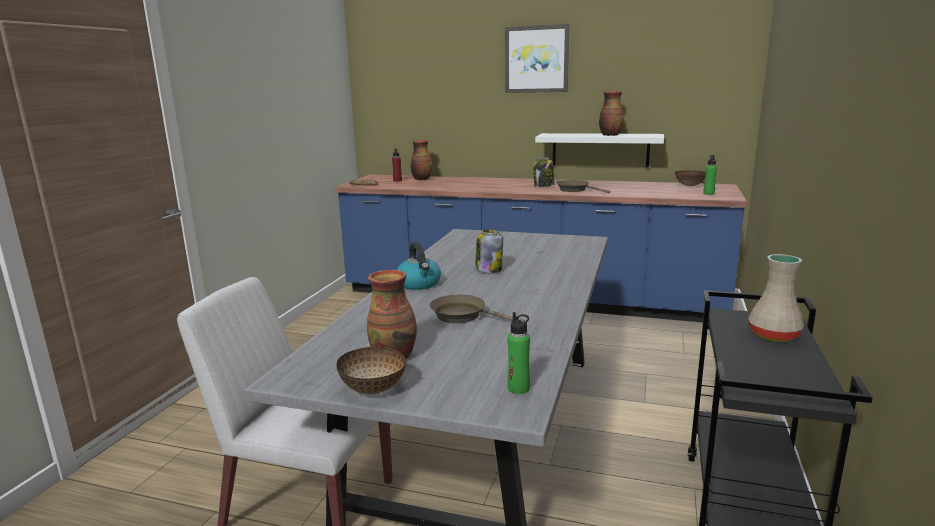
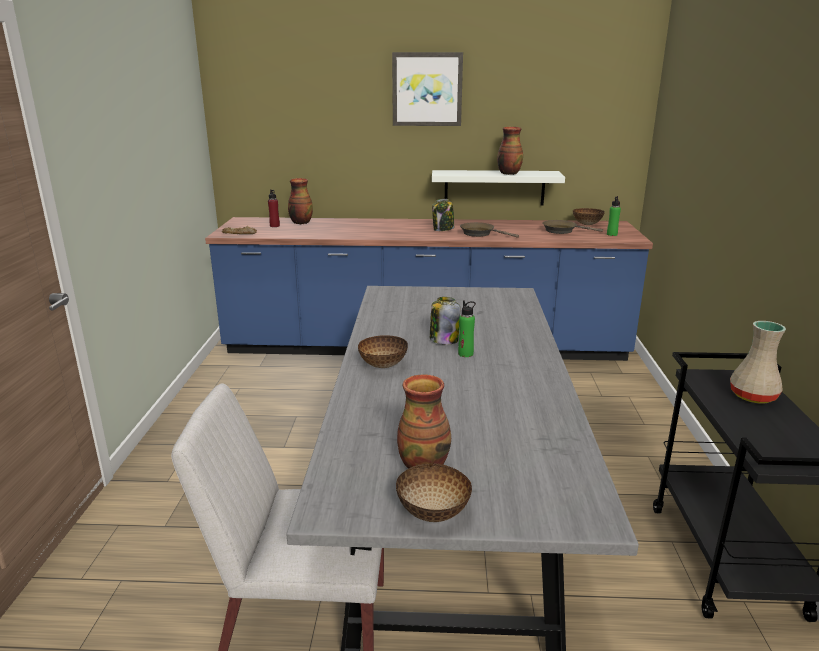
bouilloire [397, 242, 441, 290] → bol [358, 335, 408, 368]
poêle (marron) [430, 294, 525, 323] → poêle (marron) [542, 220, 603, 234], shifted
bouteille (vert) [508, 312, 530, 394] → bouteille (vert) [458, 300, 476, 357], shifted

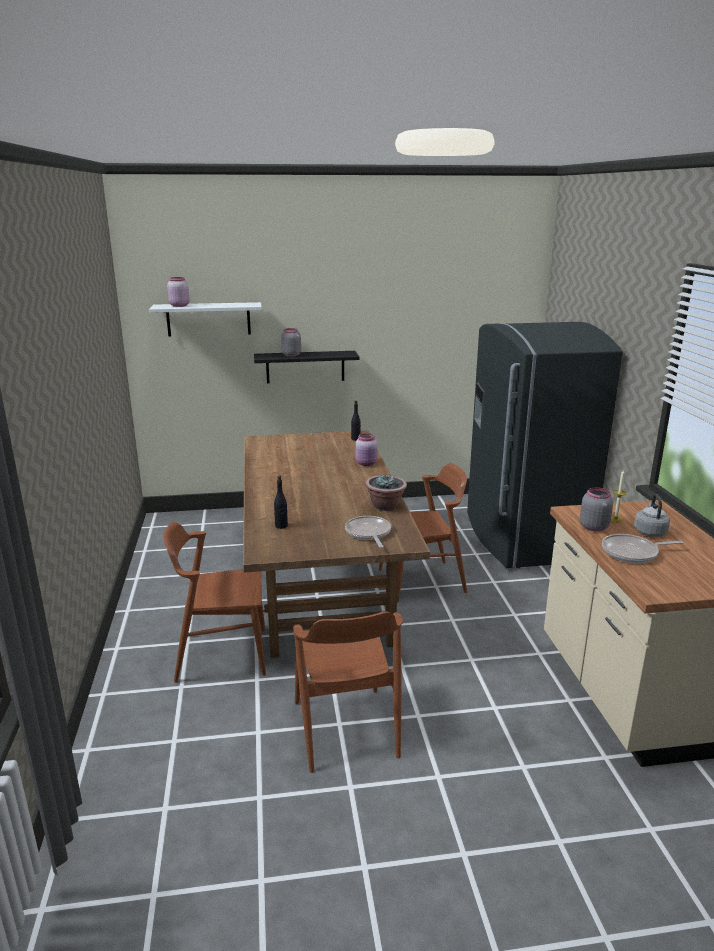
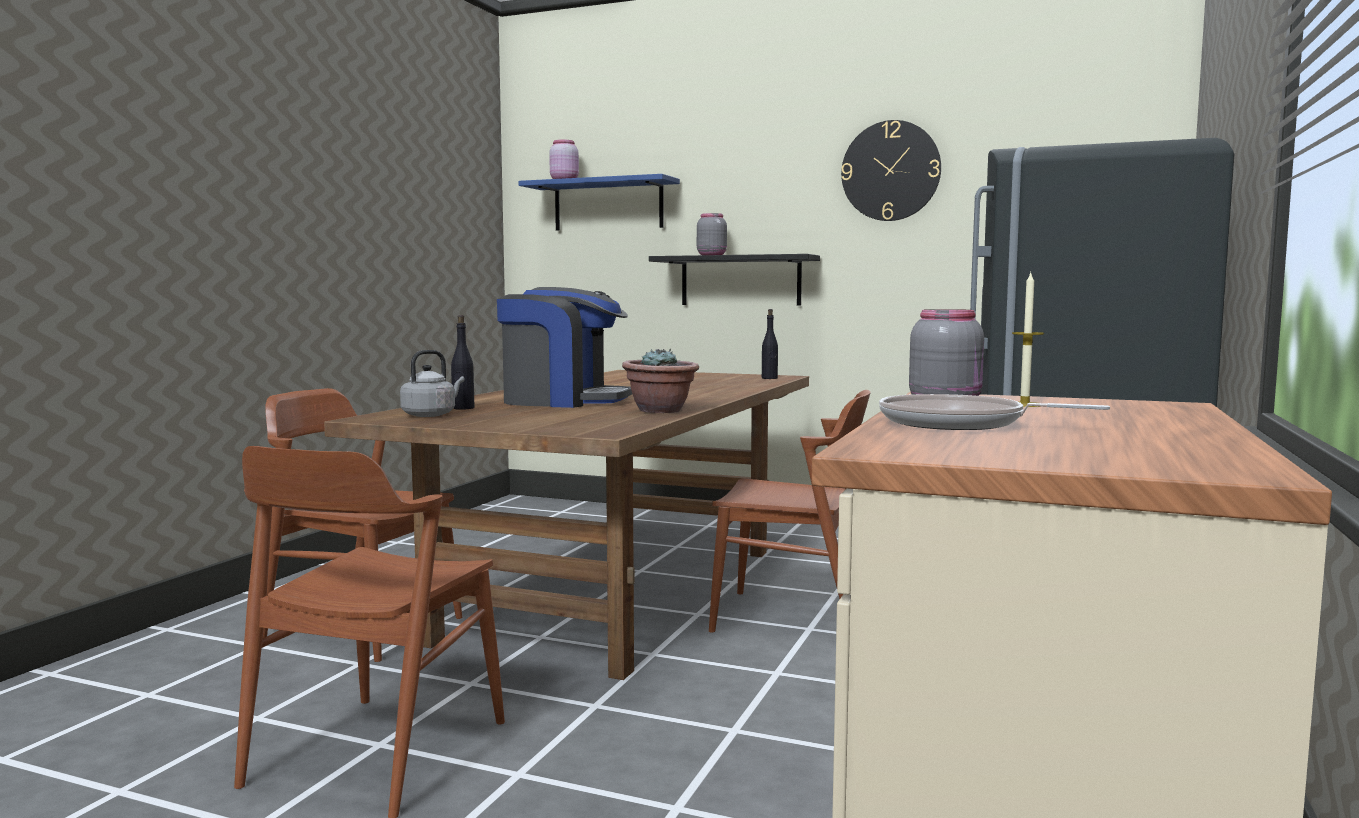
étagère (blanc) [149, 302, 262, 337] → étagère (bleu) [519, 174, 680, 231]
bocal (rose) [356, 433, 378, 466] → -
bouilloire (gris) [634, 494, 670, 537] → bouilloire (gris) [400, 350, 465, 417], shifted
poêle [345, 516, 391, 548] → -
- → horloge murale [841, 120, 941, 221]
- → machine à café [497, 287, 632, 408]

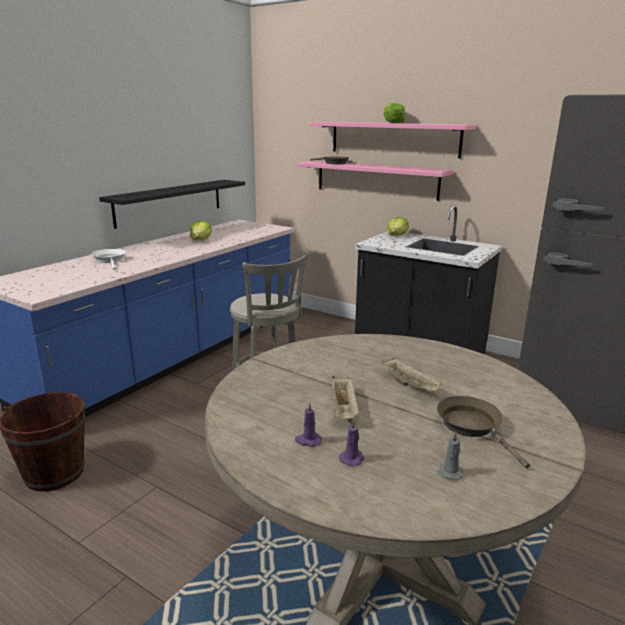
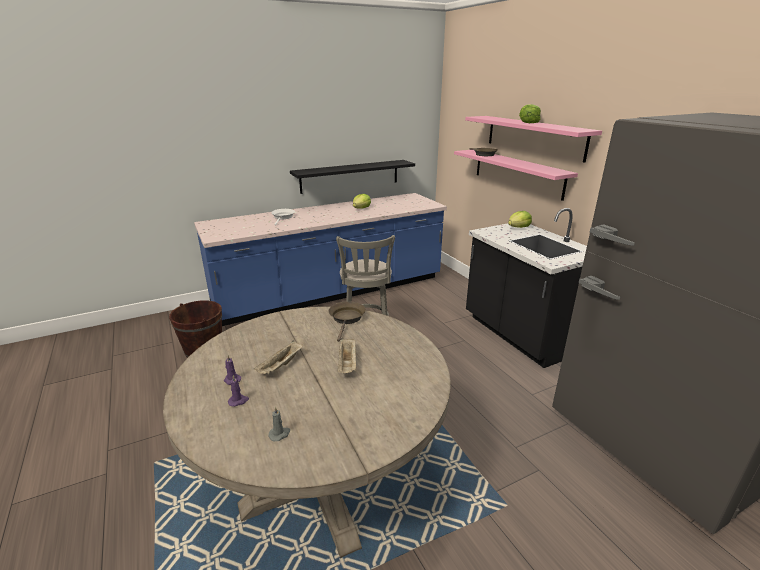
poêle (marron) [437, 396, 530, 468] → poêle (marron) [328, 301, 366, 342], shifted

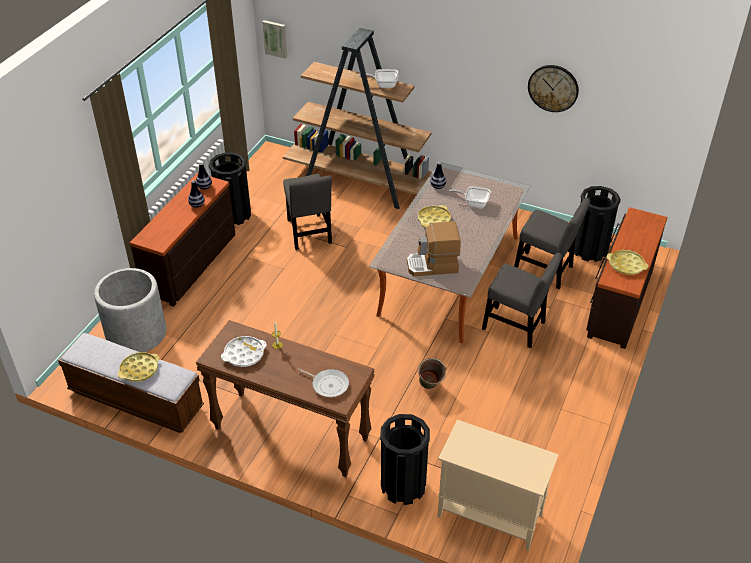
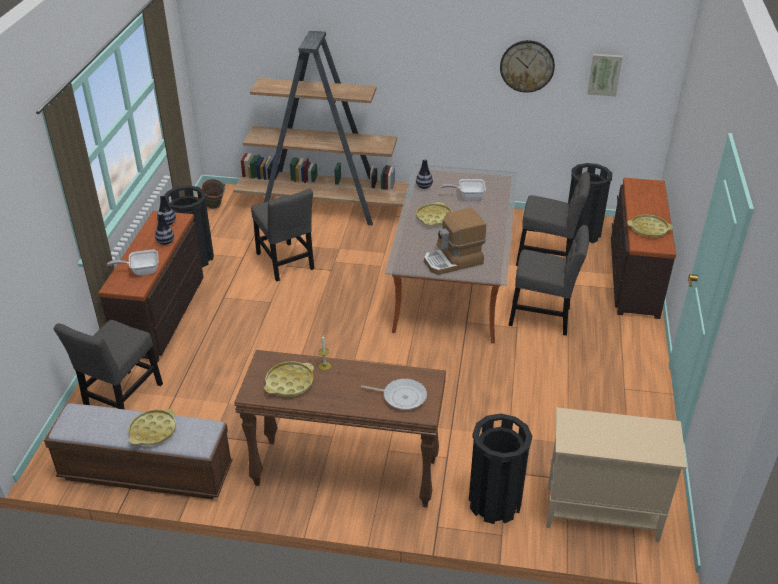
tableau [262, 20, 287, 59] → tableau [588, 54, 623, 96], shifted
poêle [359, 69, 398, 88] → poêle [107, 250, 158, 275], shifted
cache-pot (gris) [94, 268, 166, 352] → chaise (gris) [54, 320, 163, 409]
plateau (blanc) [221, 336, 267, 367] → plateau (jaune) [264, 362, 314, 397]
seau (vert) [417, 358, 447, 389] → seau (vert) [200, 179, 225, 209], shifted

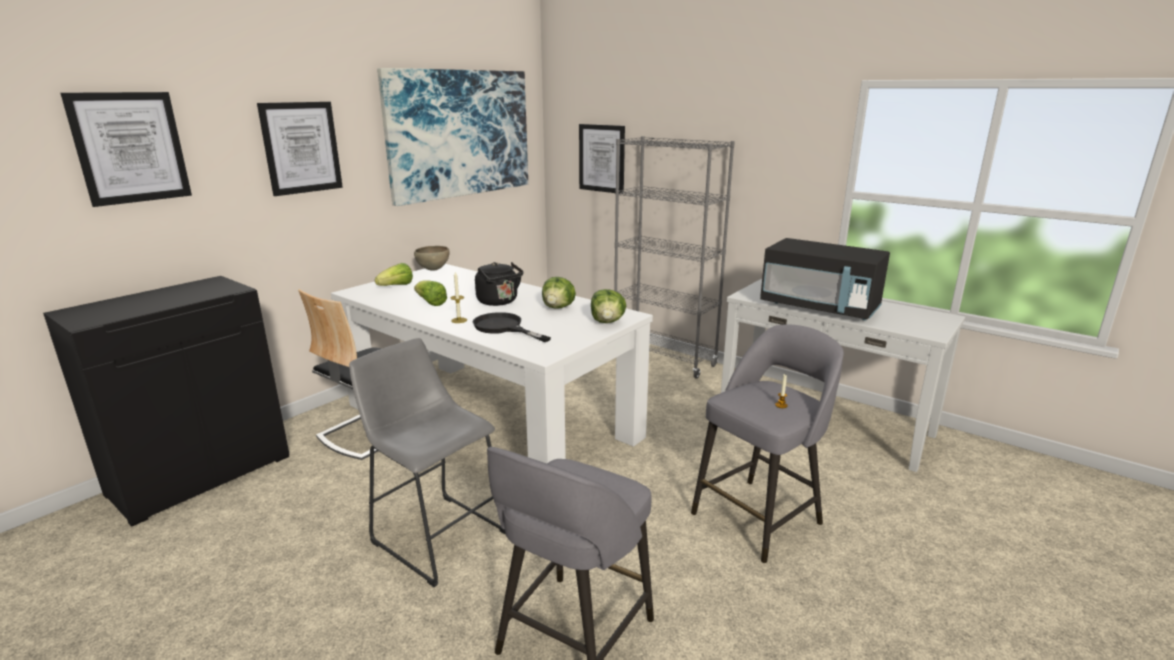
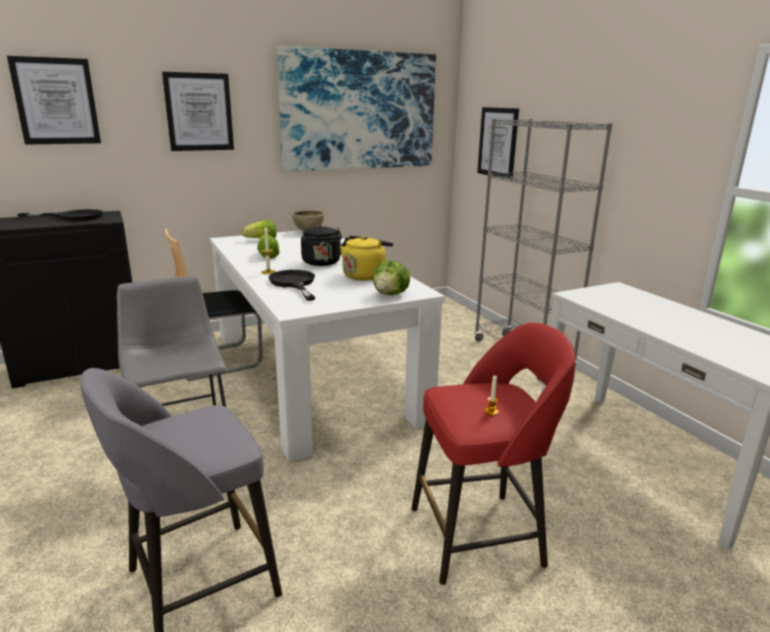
micro-ondes (noir) [760, 238, 890, 320] → -
laitue [542, 277, 576, 309] → bouilloire (jaune) [340, 236, 393, 281]
tabouret (gris) [691, 325, 844, 563] → tabouret (rouge) [411, 322, 576, 585]
- → poêle (noir) [17, 209, 103, 221]

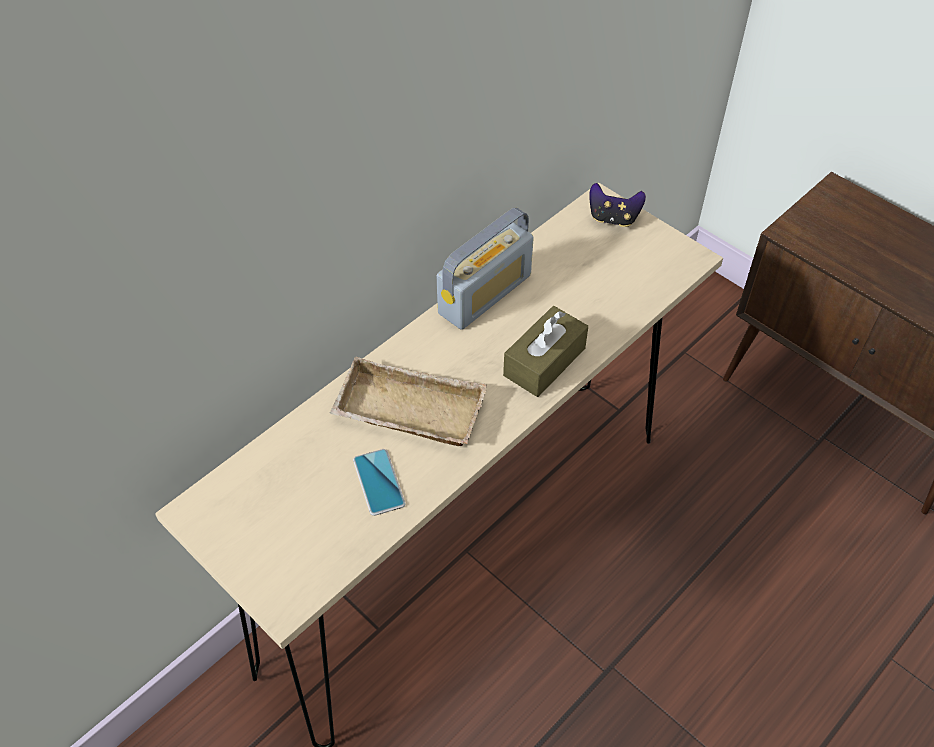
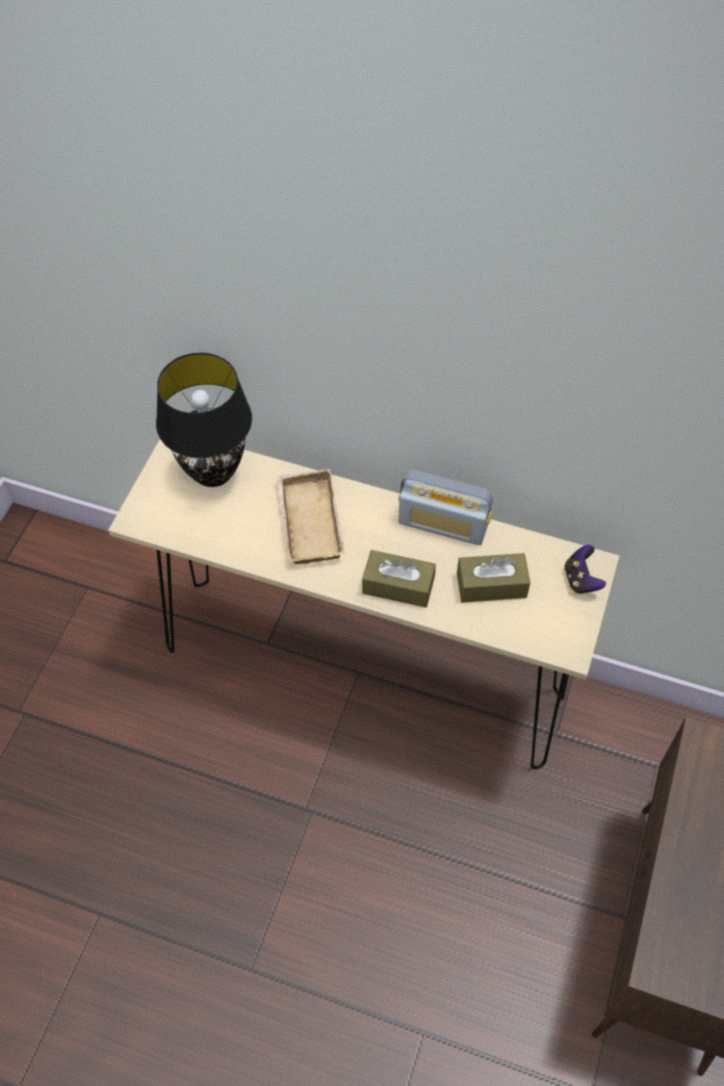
téléphone [353, 449, 406, 516] → -
- → lampe de table (noir) [156, 353, 252, 487]
- → boîte à mouchoirs (marron) [457, 553, 530, 603]

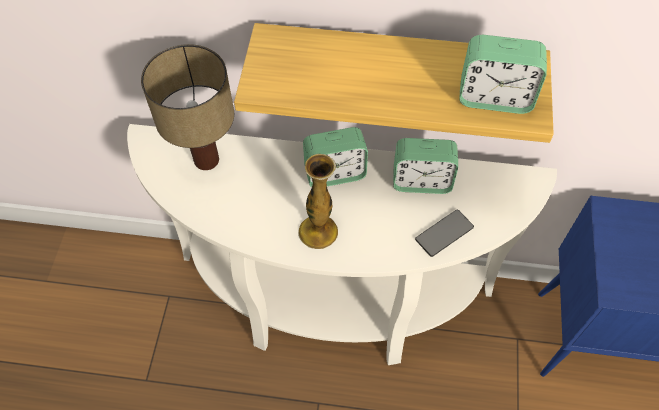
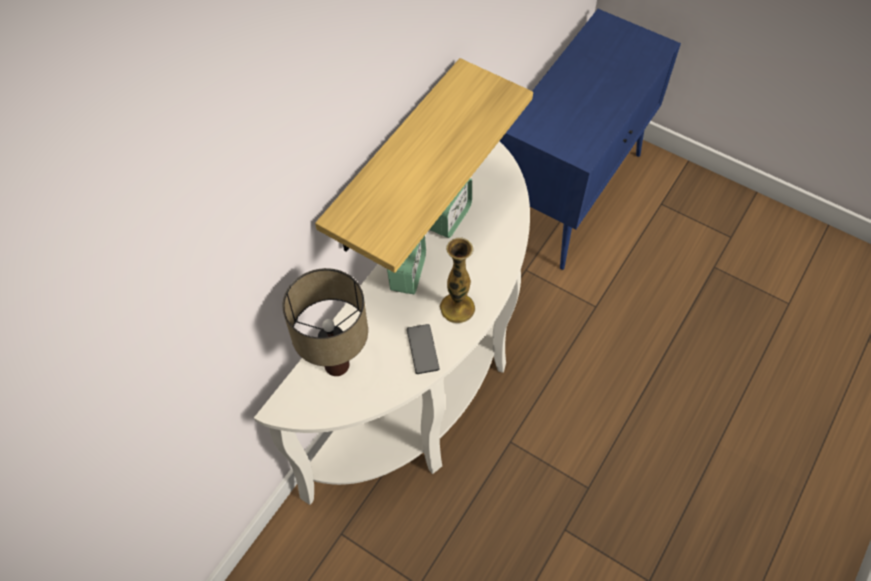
réveil [459, 35, 547, 114] → -
téléphone [415, 209, 474, 257] → téléphone [407, 324, 439, 374], shifted

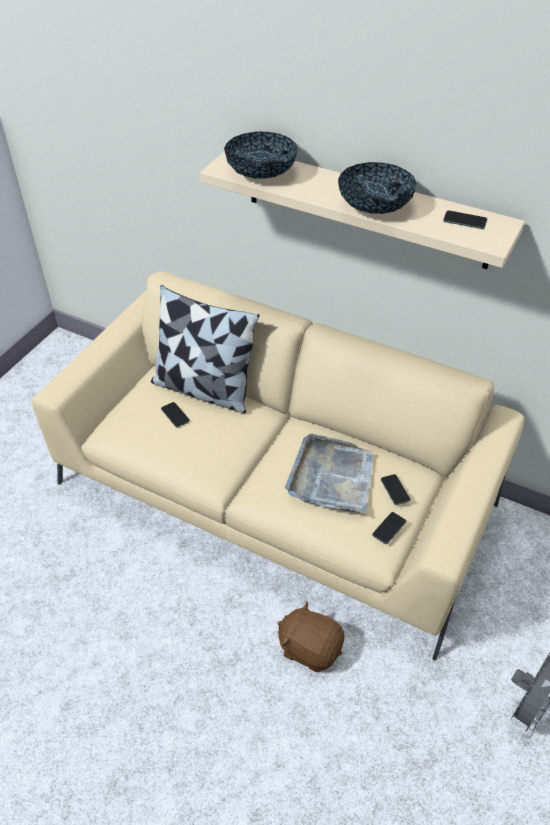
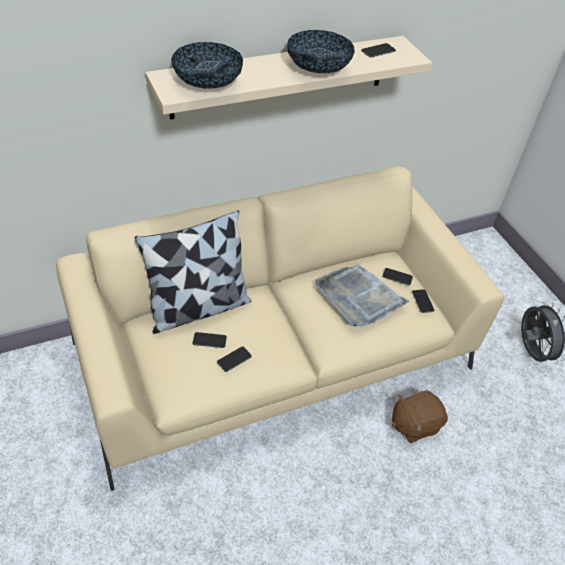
- → téléphone [217, 346, 252, 372]

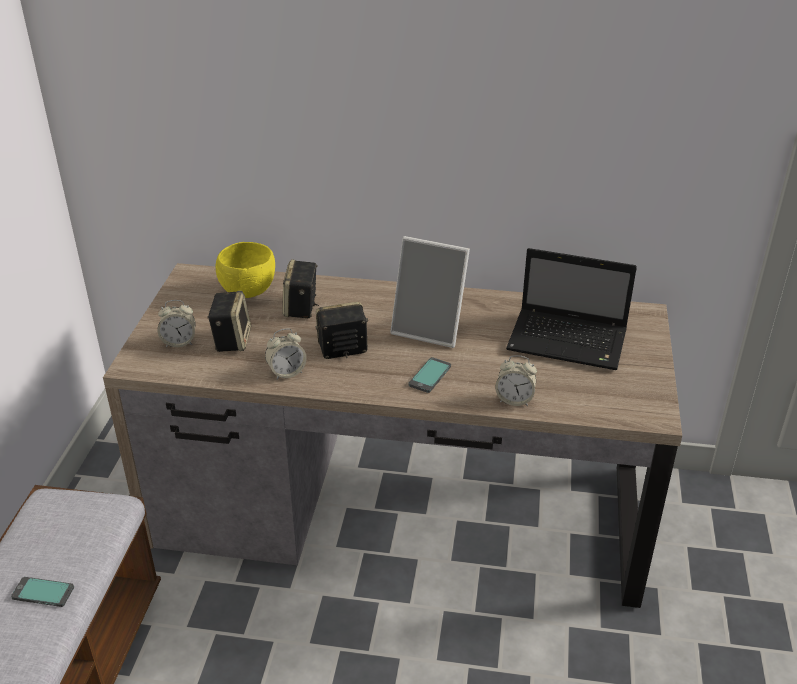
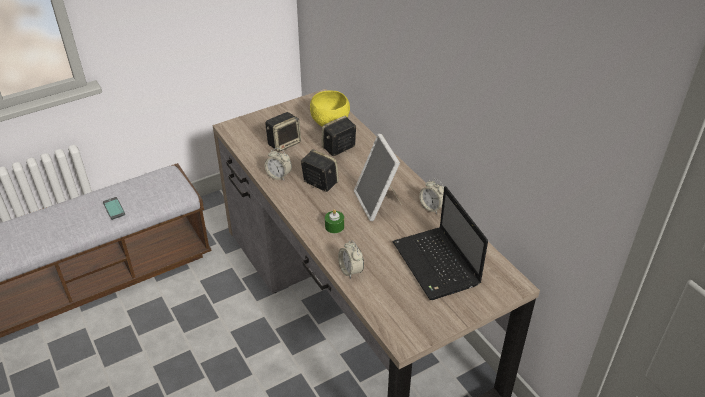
réveil [158, 300, 196, 347] → réveil [419, 178, 444, 214], shifted
téléphone [409, 357, 451, 393] → bougie (vert) [325, 209, 344, 234]

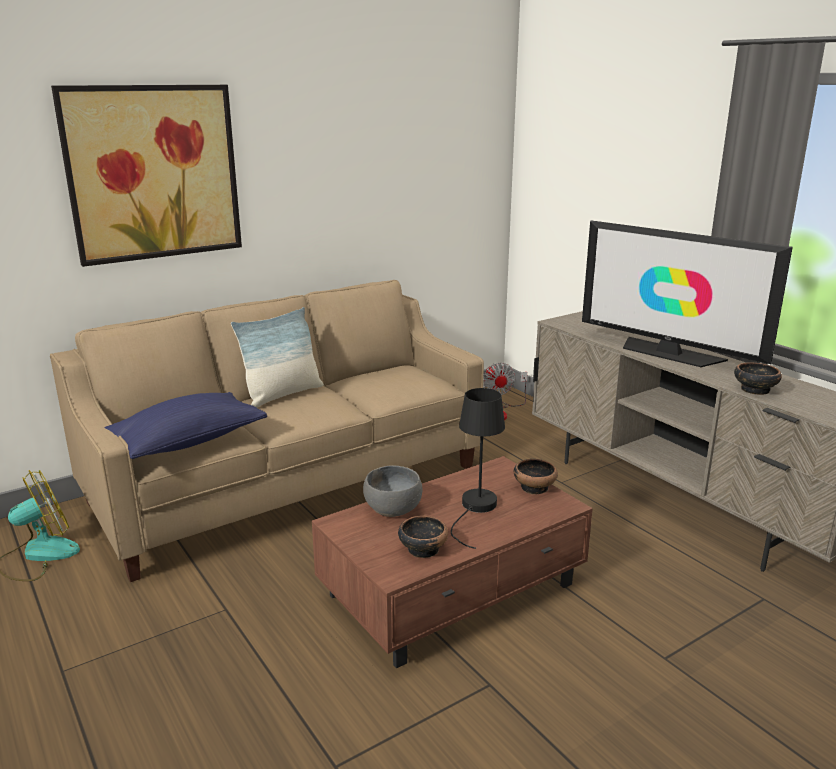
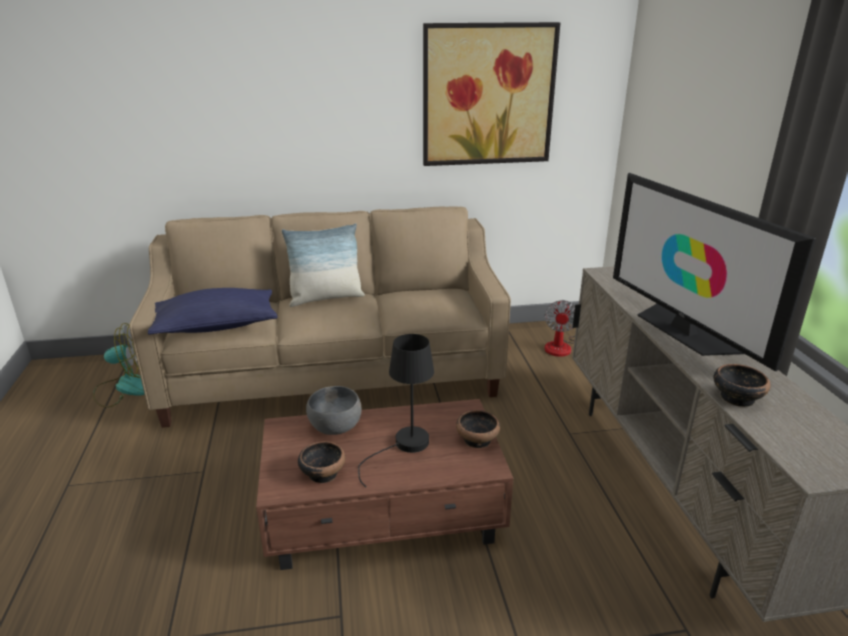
tableau [51, 85, 242, 267] → tableau [423, 22, 560, 166], shifted

